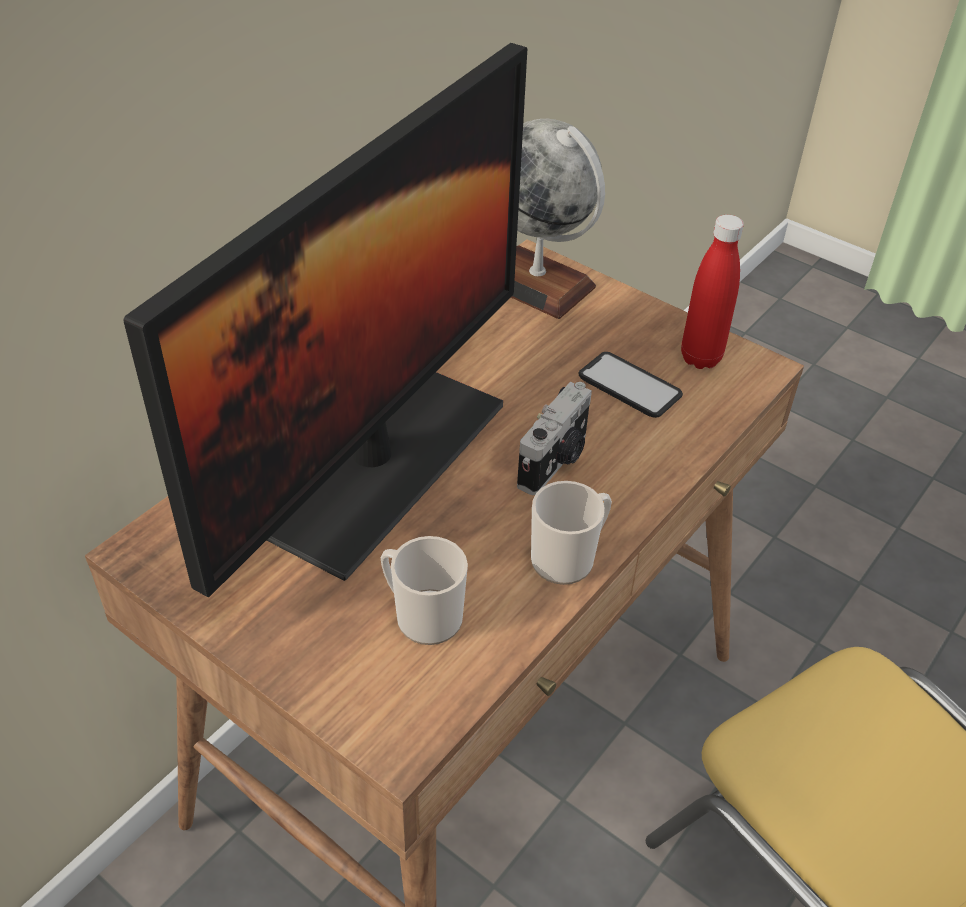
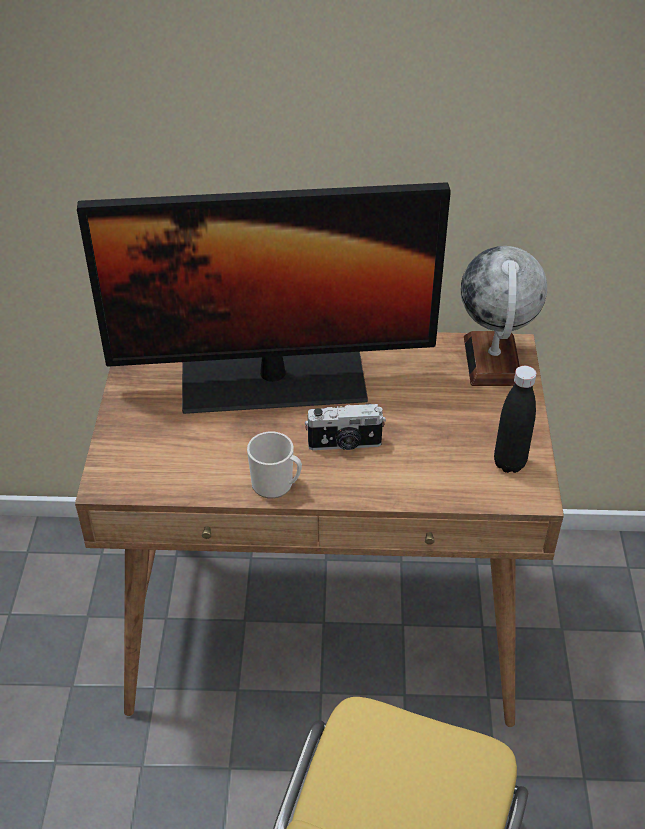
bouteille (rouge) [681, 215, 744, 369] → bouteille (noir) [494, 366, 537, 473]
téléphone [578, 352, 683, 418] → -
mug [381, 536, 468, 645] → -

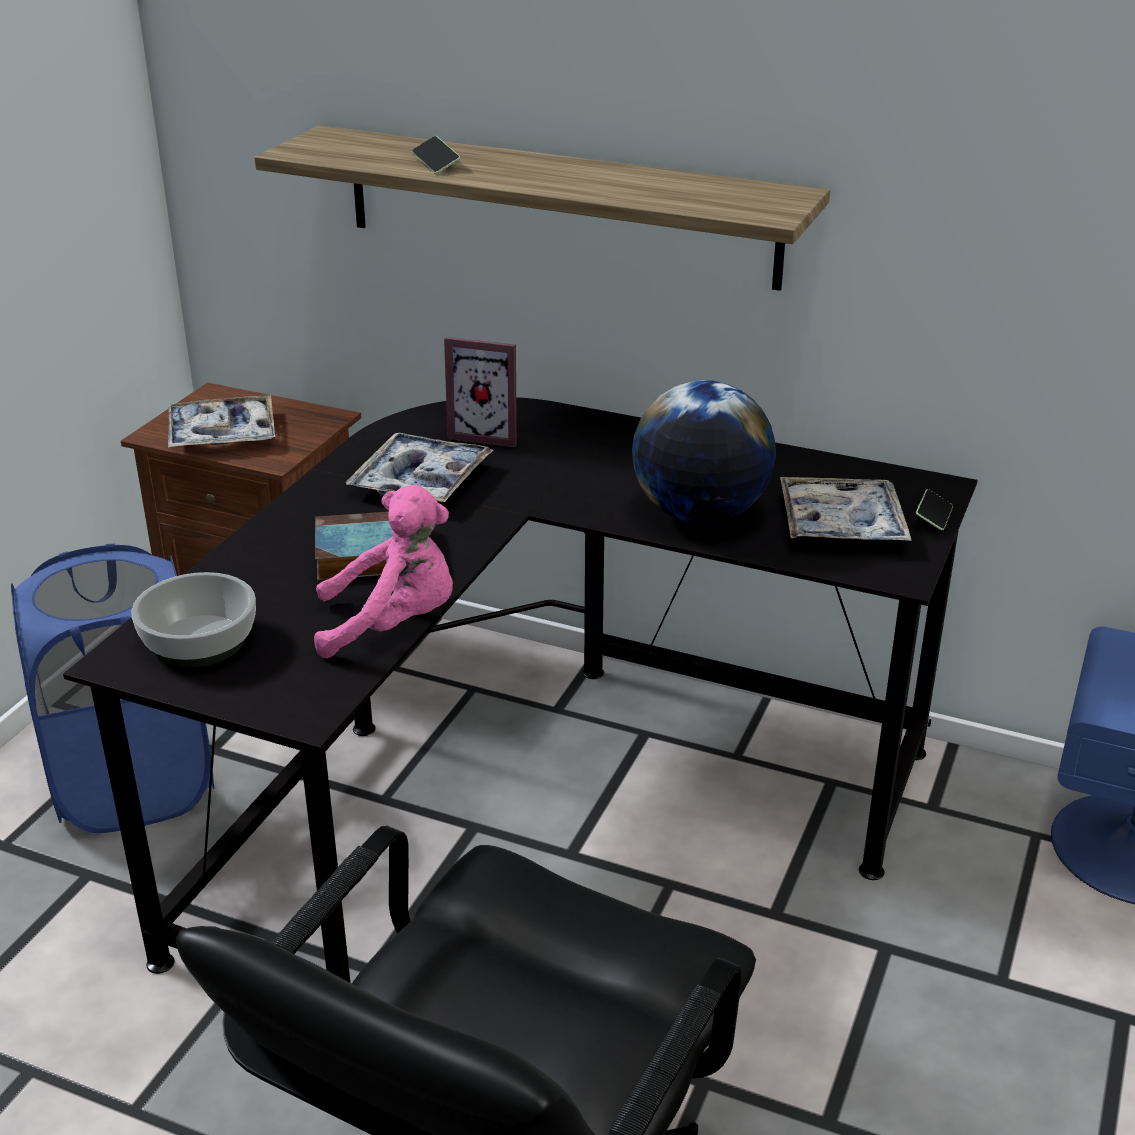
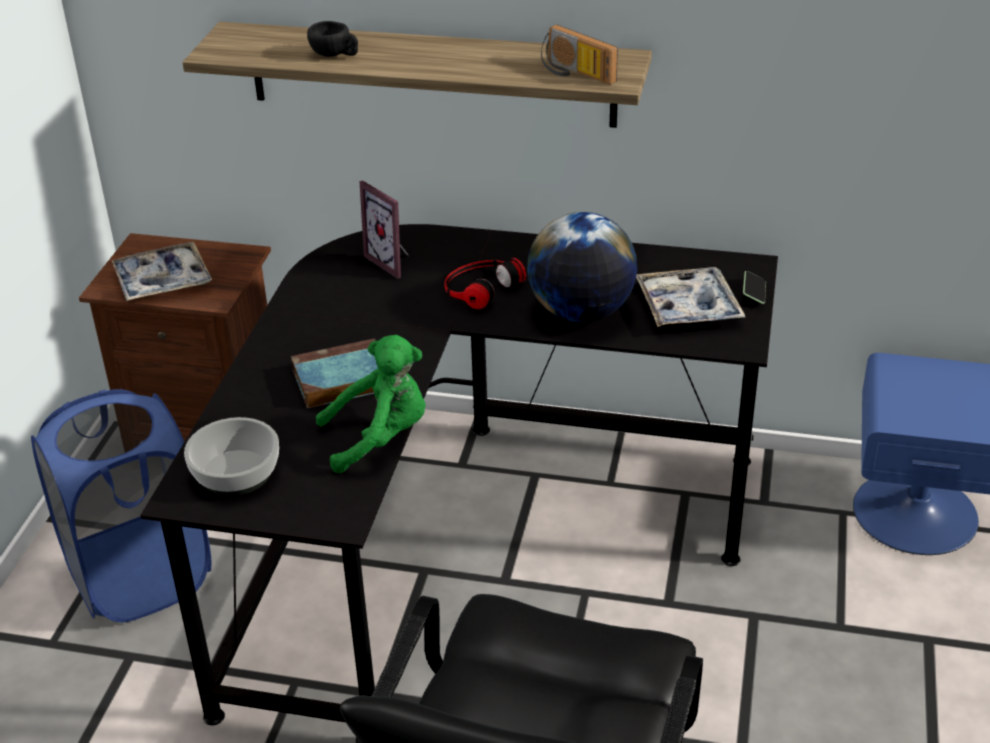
téléphone [412, 136, 460, 174] → tasse (noir) [307, 21, 358, 57]
cadre photo [444, 337, 517, 447] → cadre photo [360, 180, 409, 279], 45 degrees clockwise
plateau [346, 433, 493, 502] → -
peluche (rose) [314, 485, 453, 658] → peluche (vert) [316, 335, 426, 473]
- → radio [541, 25, 618, 85]
- → casque audio [444, 258, 526, 309]

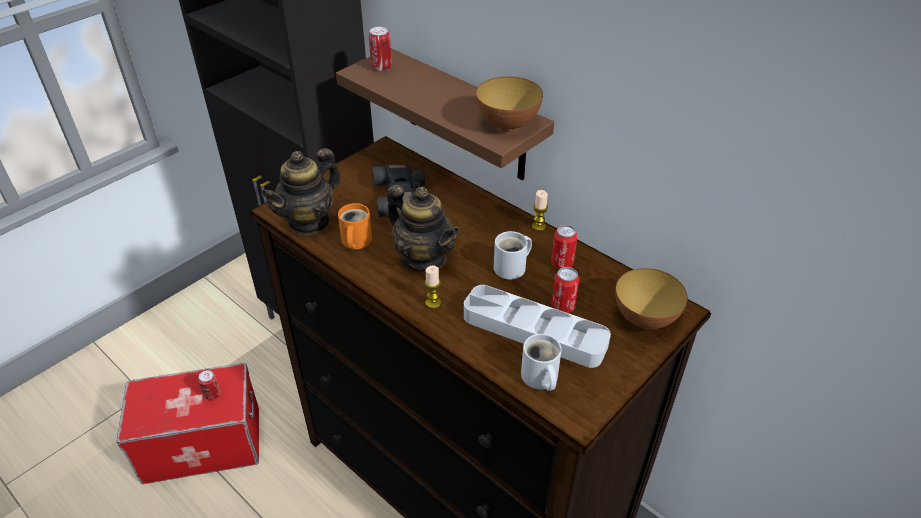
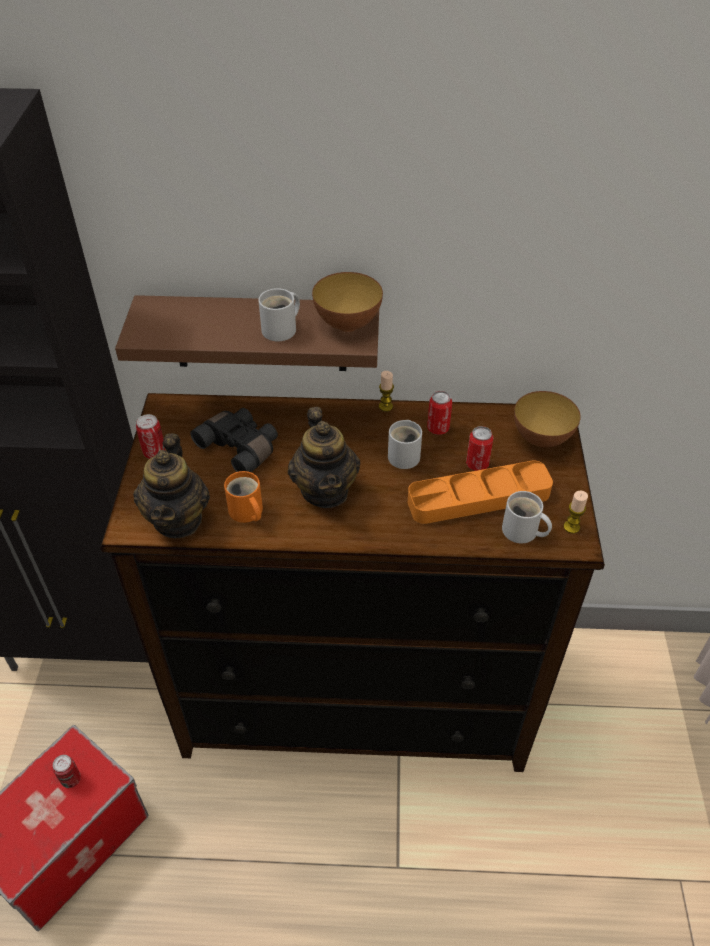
boîte métallique [369, 27, 392, 71] → boîte métallique [136, 414, 165, 459], shifted
théière [387, 185, 459, 272] → théière [288, 407, 360, 508], 75 degrees clockwise
bougie [424, 266, 441, 309] → bougie [564, 491, 588, 534], shifted
plateau (gris) [464, 285, 611, 368] → plateau (orange) [408, 461, 553, 524]
- → mug (blanc) [258, 288, 300, 341]

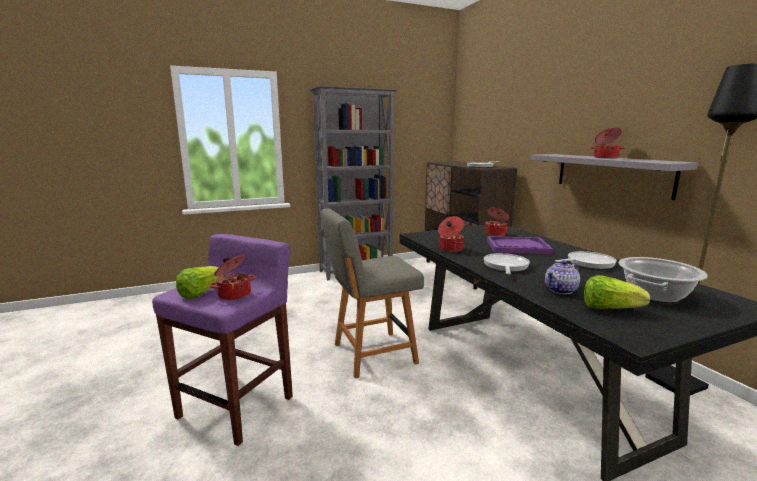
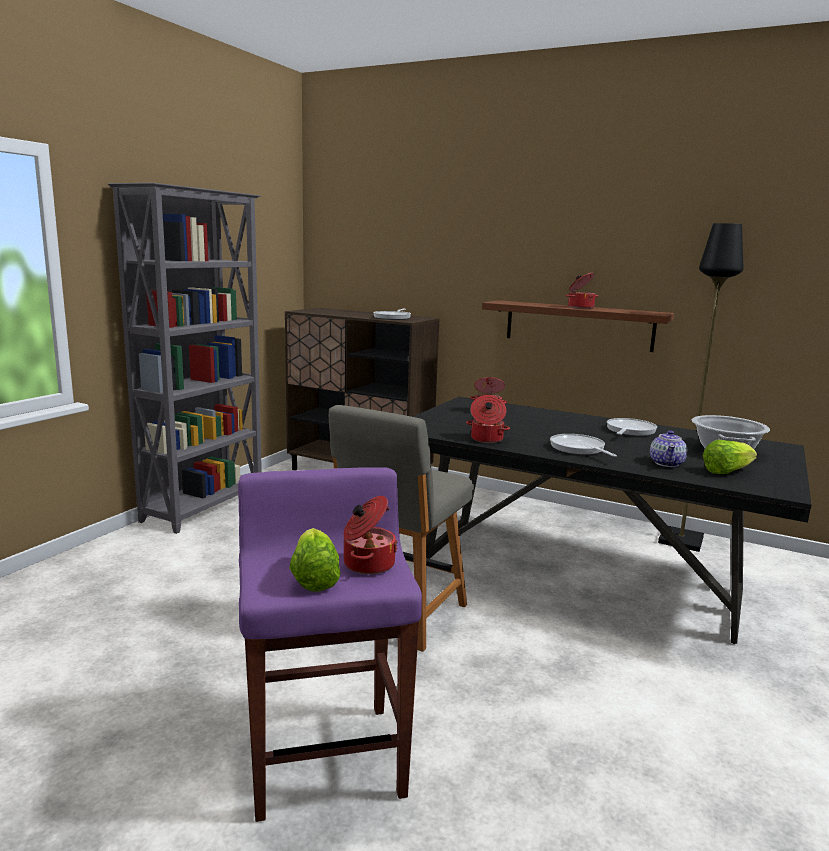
étagère (gris) [530, 154, 698, 200] → étagère (marron) [482, 300, 674, 352]
plateau (violet) [487, 236, 553, 254] → -

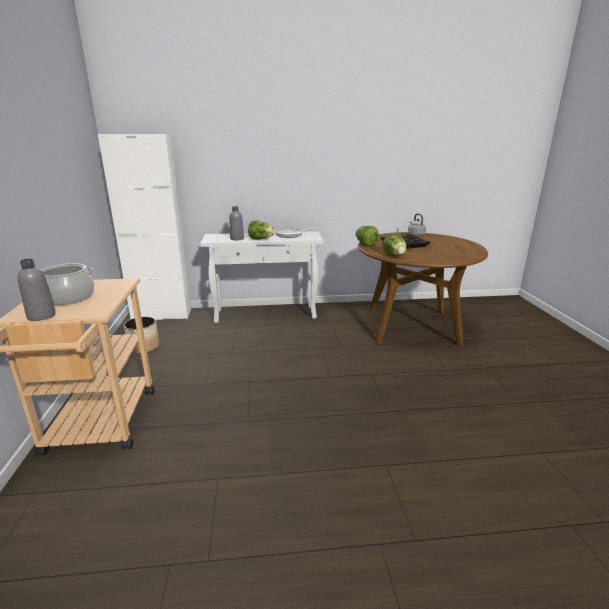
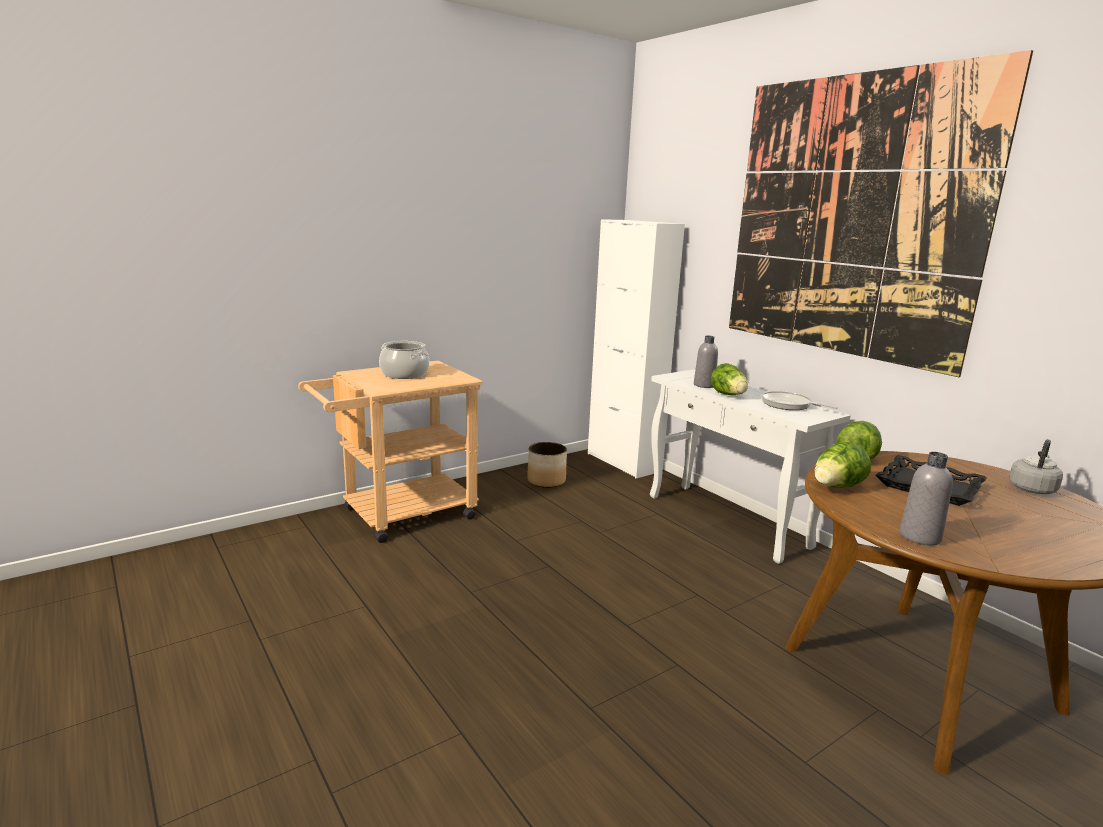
bouteille (gris) [17, 259, 56, 321] → bouteille (gris) [899, 452, 953, 546], shifted
- → tableau [729, 50, 1033, 377]

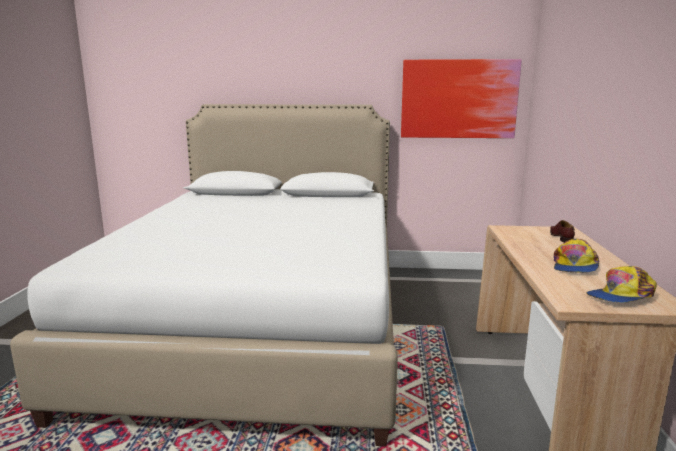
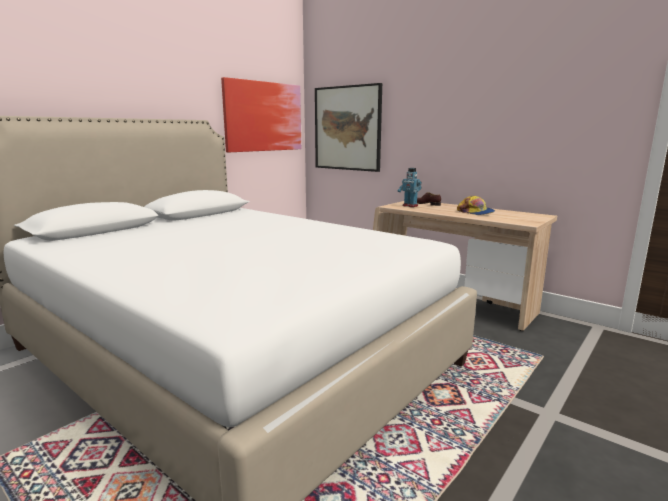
casquette [586, 266, 657, 303] → -
- → tableau [315, 83, 382, 172]
- → robot jouet [398, 168, 422, 207]

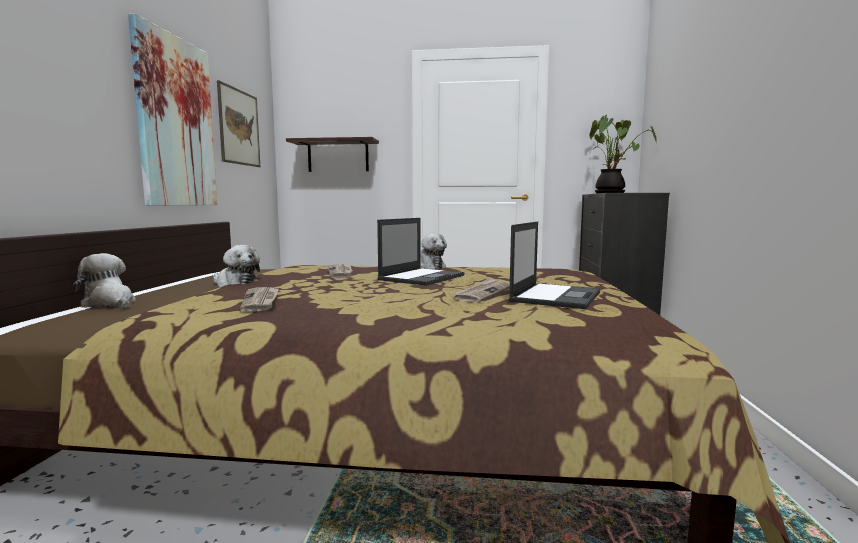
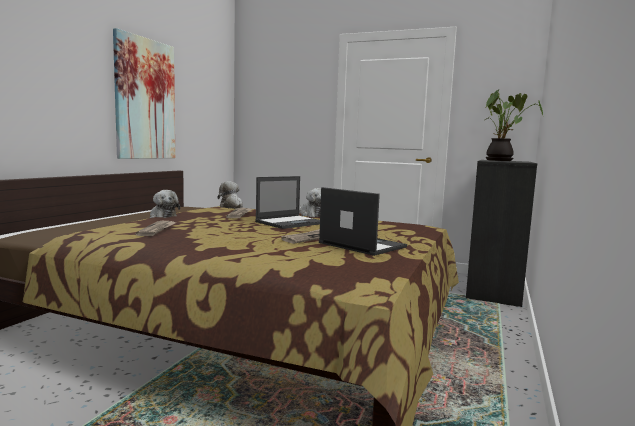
tableau [217, 80, 260, 167] → -
étagère [286, 137, 379, 172] → -
ordinateur portable [508, 221, 600, 309] → ordinateur portable [319, 187, 407, 256], 90 degrees counterclockwise
peluche [73, 253, 136, 309] → peluche [218, 181, 243, 209], shifted

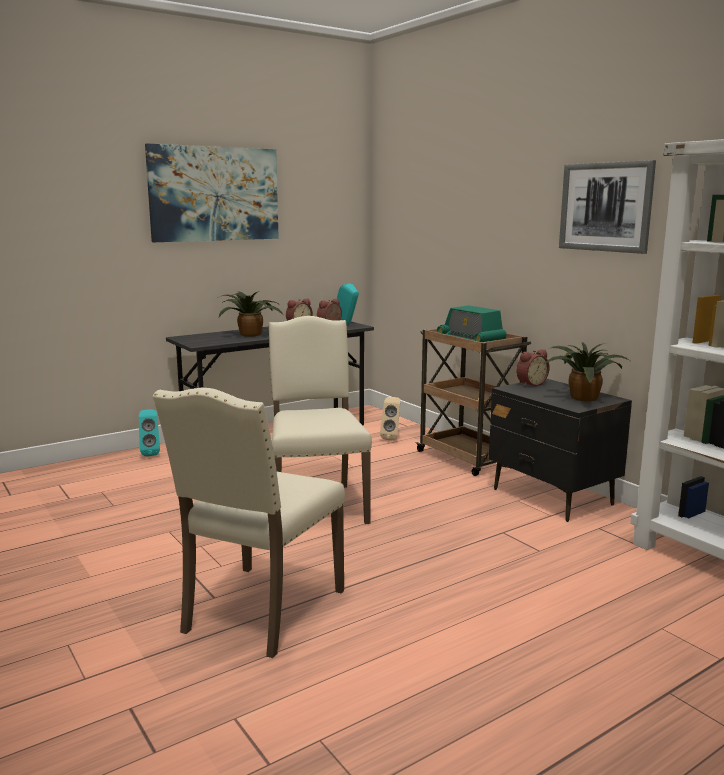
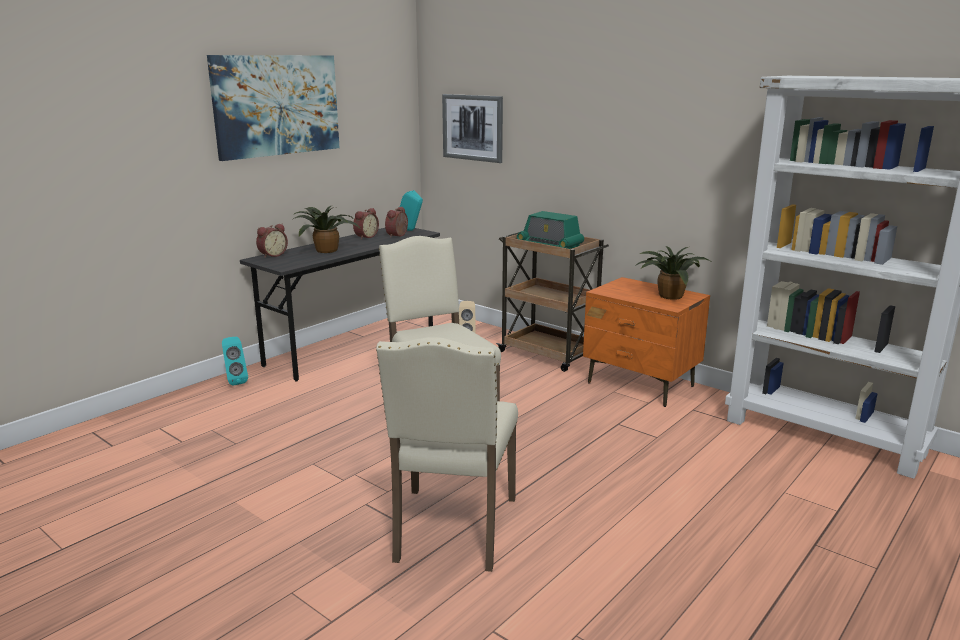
tableau [559, 160, 656, 254] → tableau [442, 94, 503, 163], shifted
réveil [516, 349, 550, 387] → réveil [256, 224, 288, 258], shifted
table de chevet (noir) [489, 379, 632, 522] → table de chevet (orange) [583, 277, 710, 407]

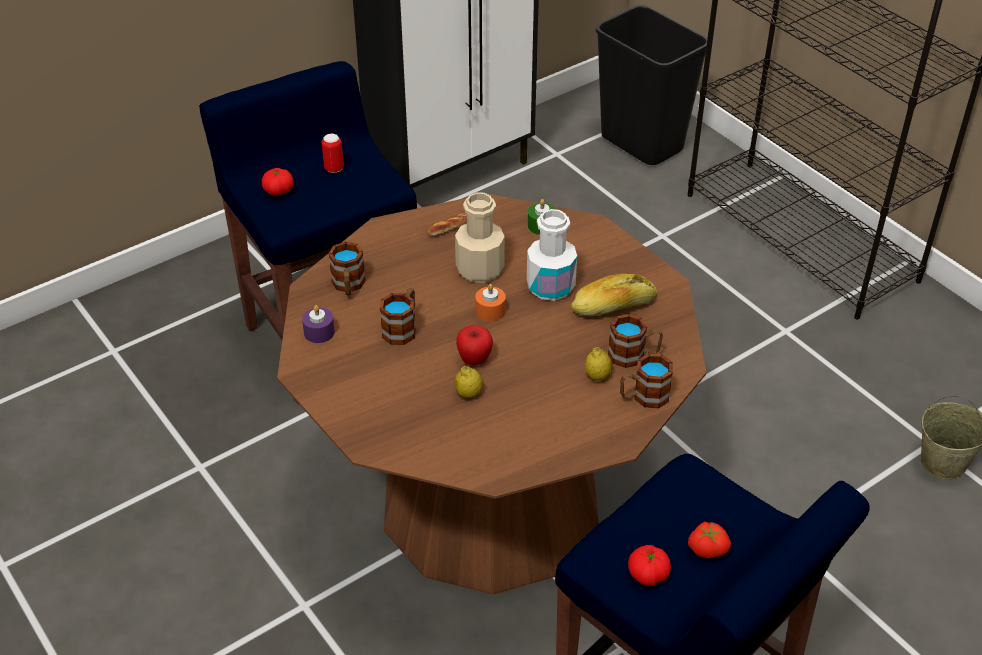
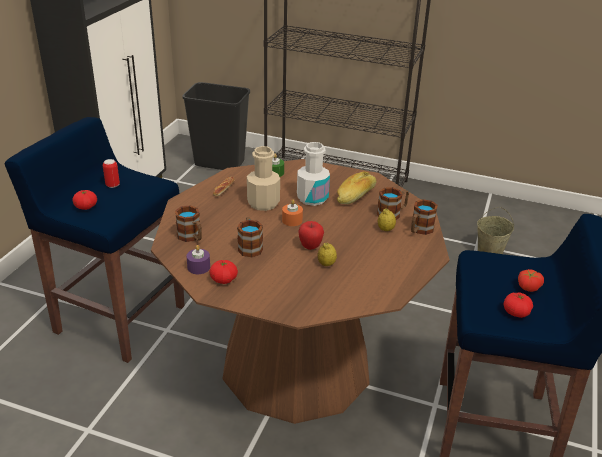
- → tomate [209, 260, 238, 284]

